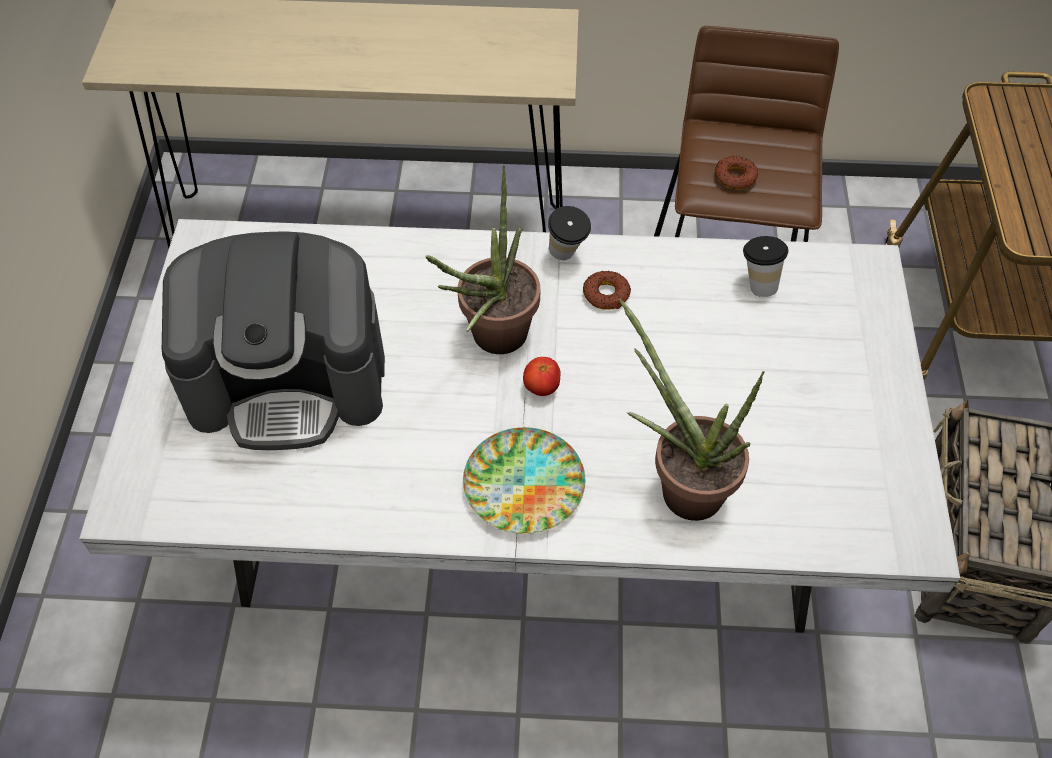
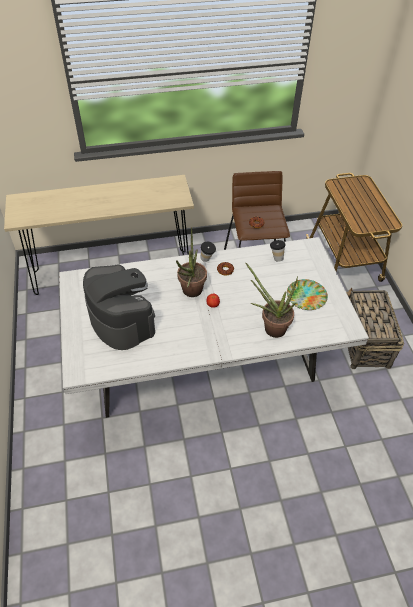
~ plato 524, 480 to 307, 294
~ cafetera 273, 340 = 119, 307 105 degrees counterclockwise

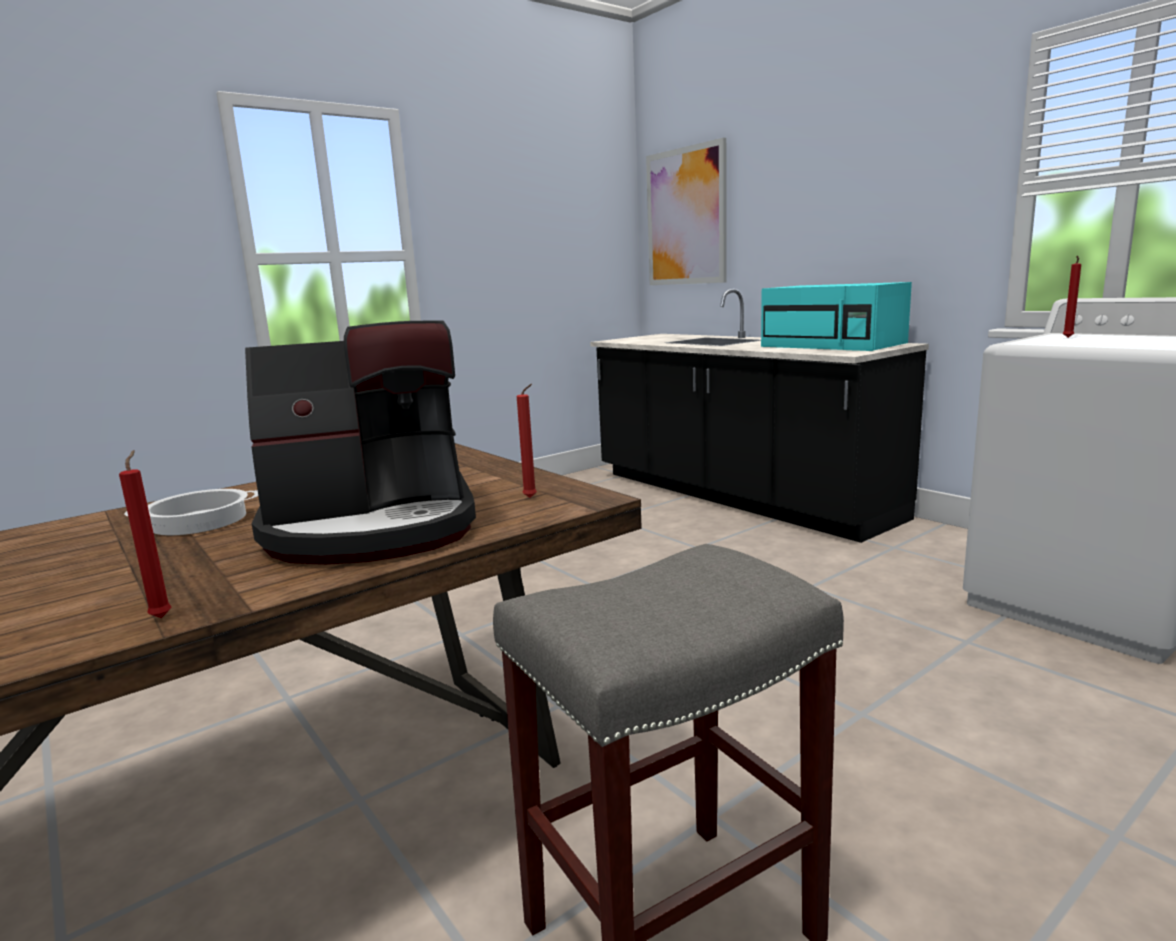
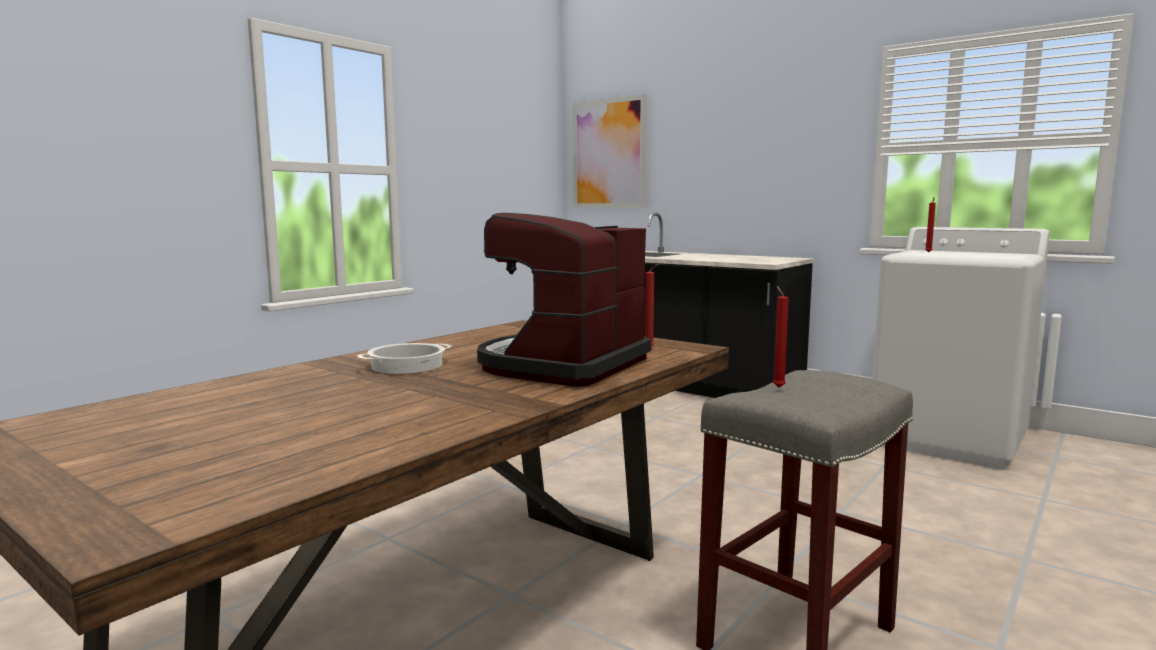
- microondas [turquesa] 836, 316
~ vela [rojo] 145, 534 to 781, 337
~ cafetera 360, 443 = 564, 300 150 degrees clockwise

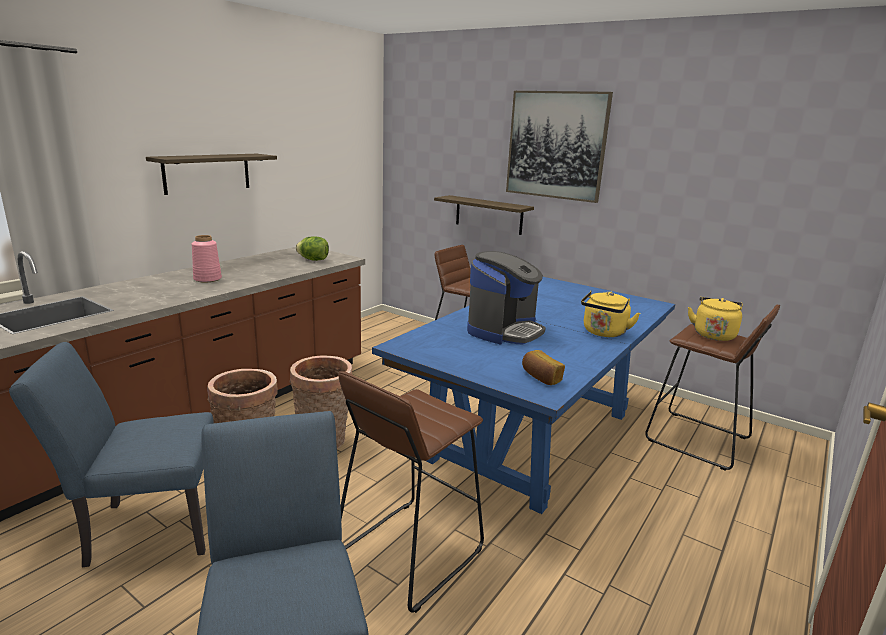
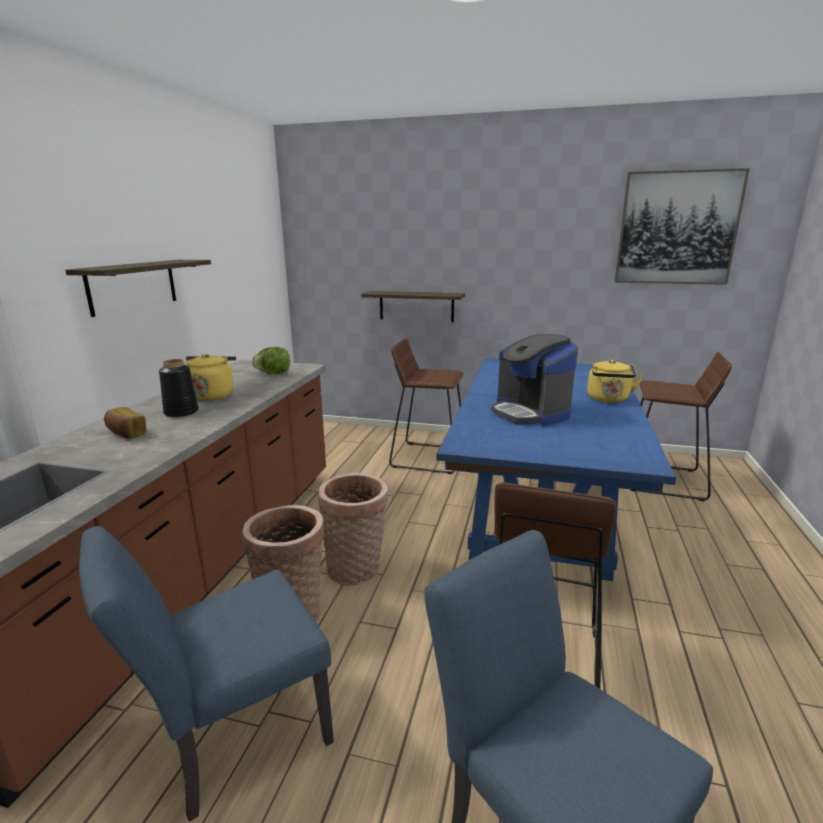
~ cuadro 559, 147 to 682, 226
~ pan 543, 367 to 125, 423
~ hervidor [amarillo] 715, 319 to 210, 377
~ florero [rosa] 207, 259 to florero [negro] 179, 388
~ cafetera 506, 297 = 534, 380 135 degrees clockwise

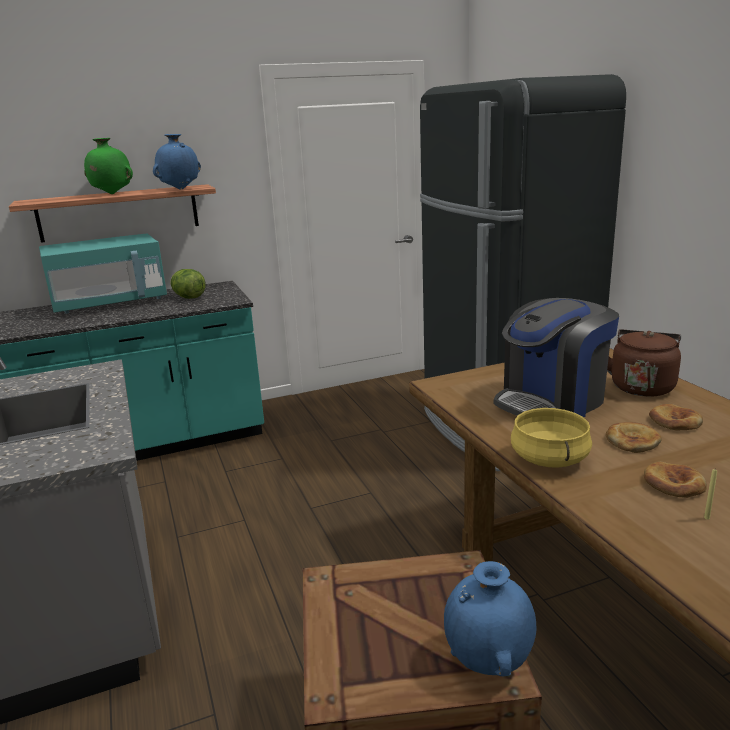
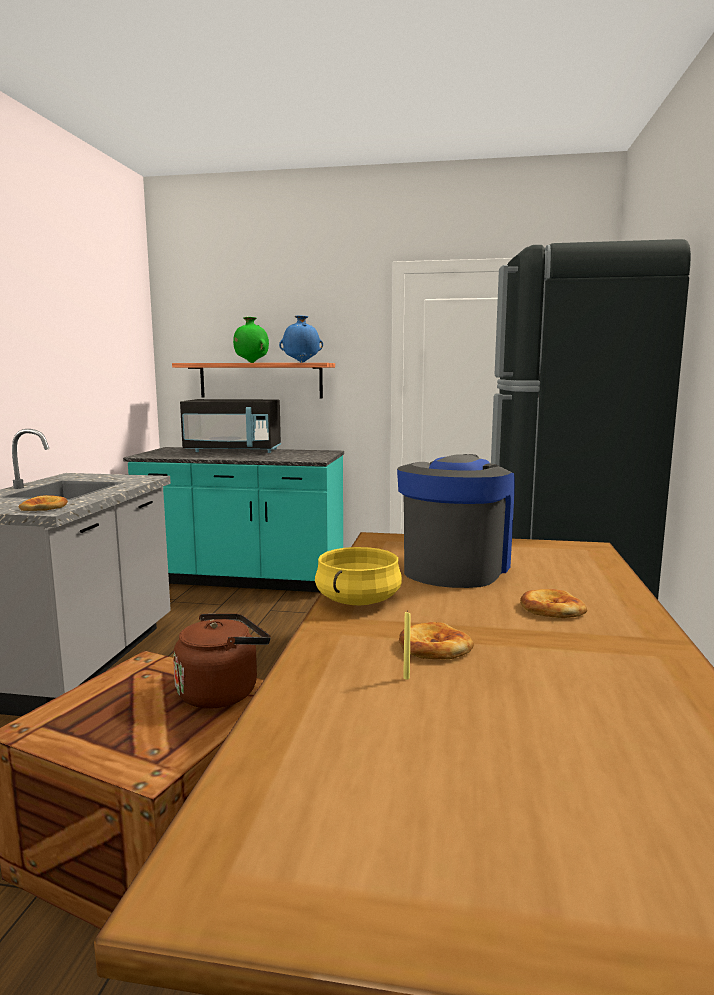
- lechuga 188, 284
- florero [azul] 490, 618
~ pan 634, 437 to 43, 503
~ hervidor [marrón] 644, 363 to 221, 660
~ microondas [turquesa] 103, 274 to microondas [negro] 230, 426
~ cafetera 556, 357 = 456, 521 120 degrees clockwise

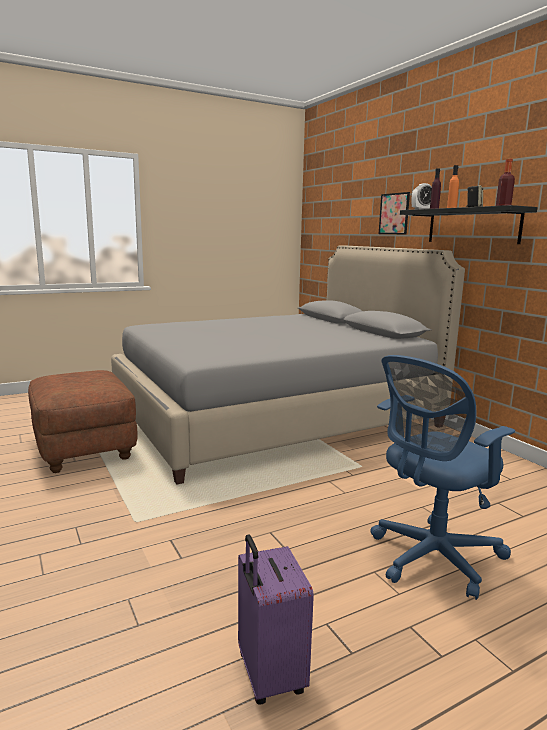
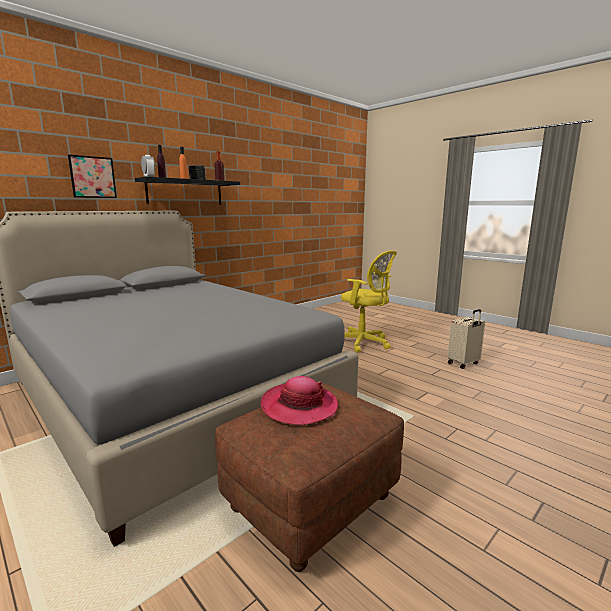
+ sombrero 299, 400
~ maleta [morado] 276, 619 to maleta [beis] 466, 339
~ silla de oficina [azul] 443, 477 to silla de oficina [amarillo] 369, 302

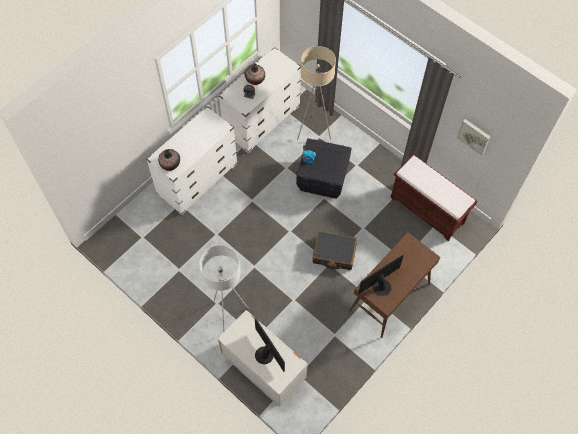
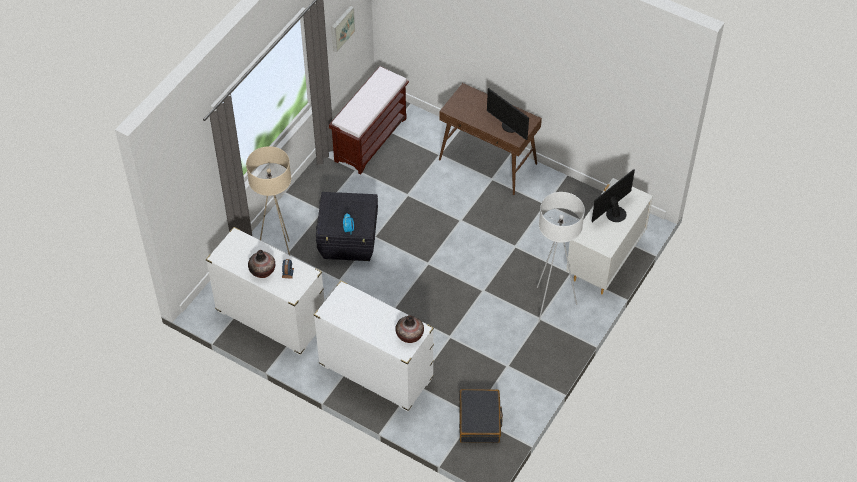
~ maleta [negro] 334, 250 to 481, 416

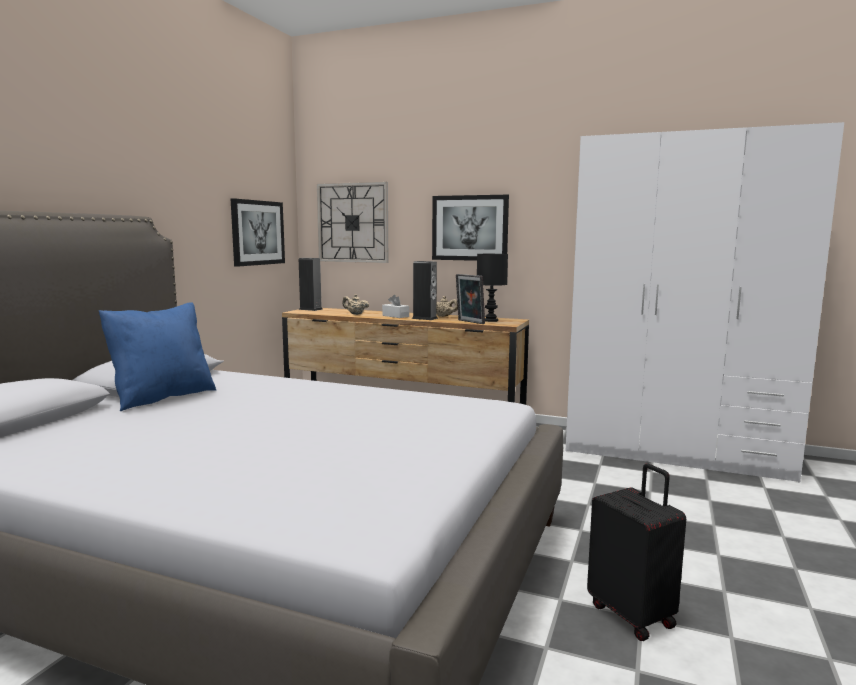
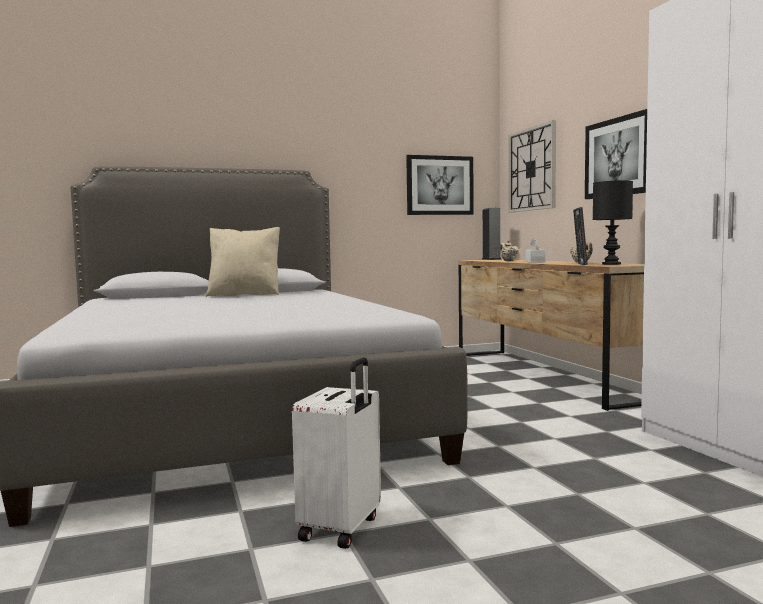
- altavoz 425, 290
~ cojín [azul] 157, 356 to cojín [beis] 242, 262
~ maleta [negro] 636, 552 to maleta [blanco] 336, 453

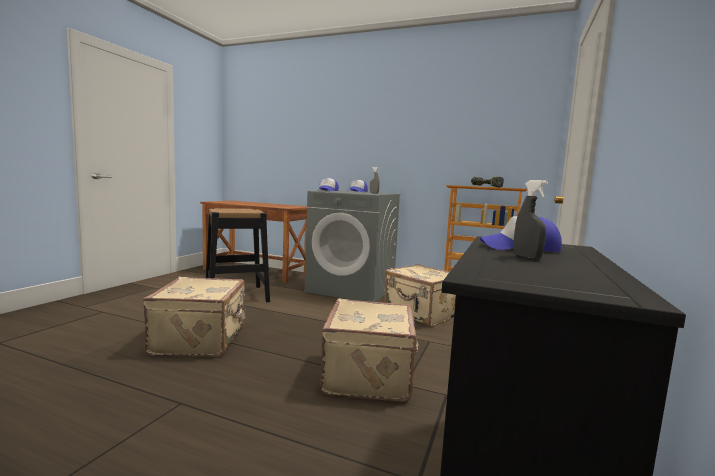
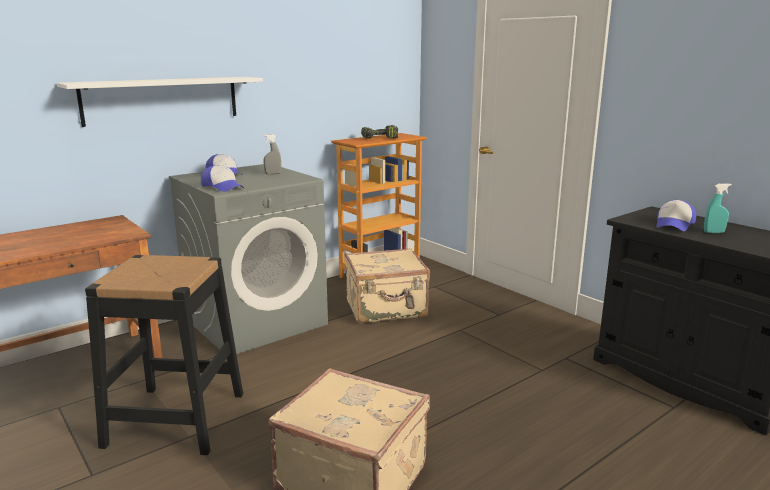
- maleta [beis] 369, 350
+ estante [blanco] 160, 102
~ pulverizador [gris] 530, 219 to pulverizador [turquesa] 718, 208

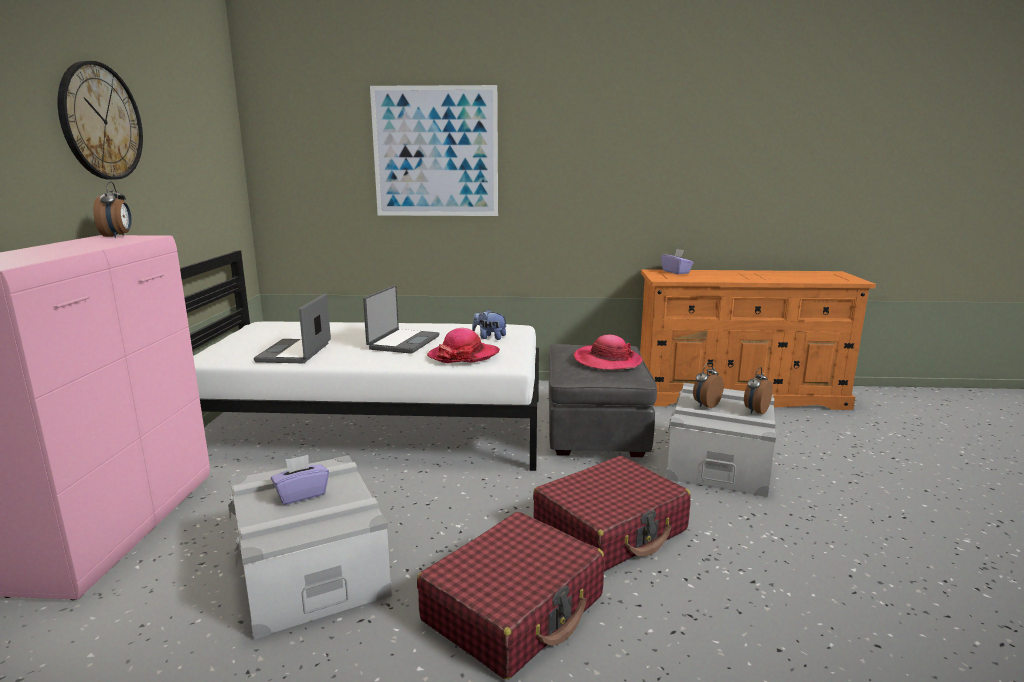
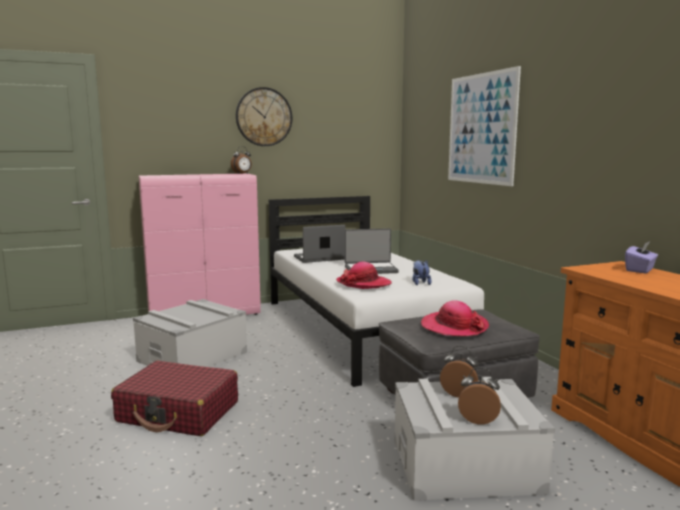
- caja de pañuelos [morado] 300, 480
- maleta [rojo] 612, 513

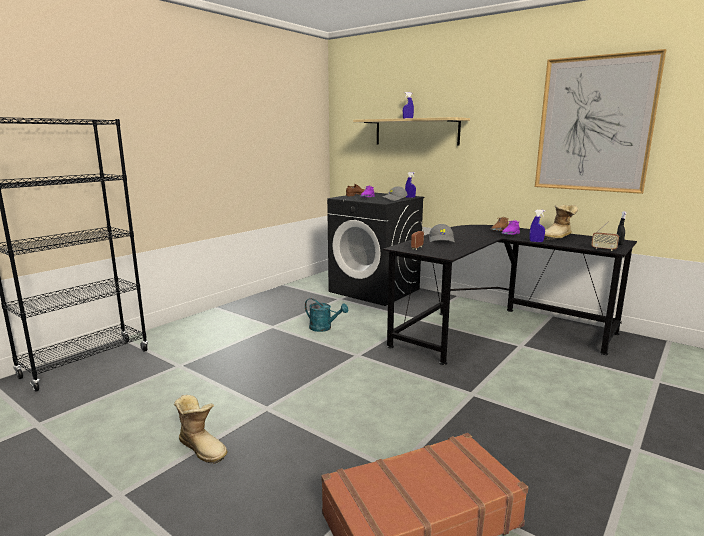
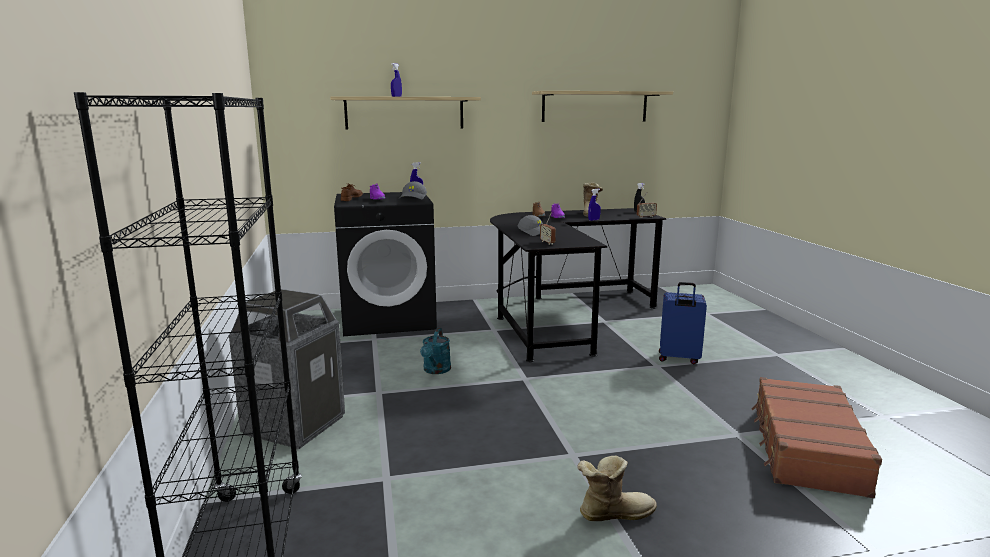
+ papelera 287, 369
+ maleta [azul] 683, 323
~ cuadro 601, 121 to estante 602, 106
~ regadera [turquesa] 326, 315 = 435, 351 120 degrees clockwise

